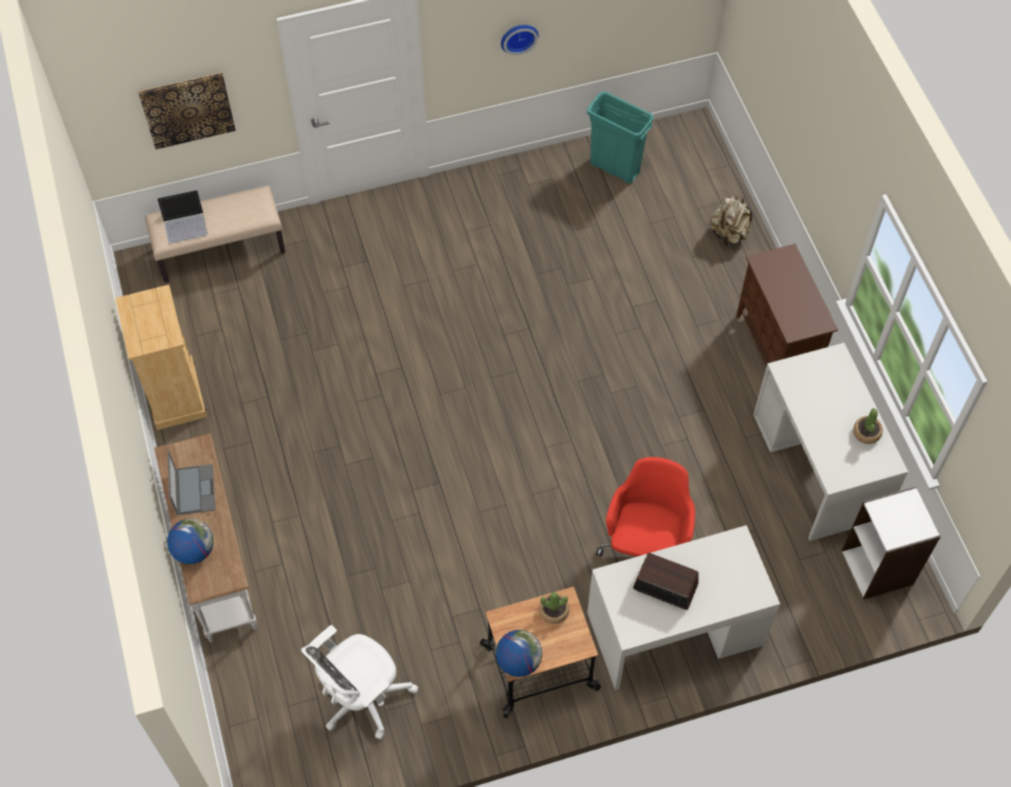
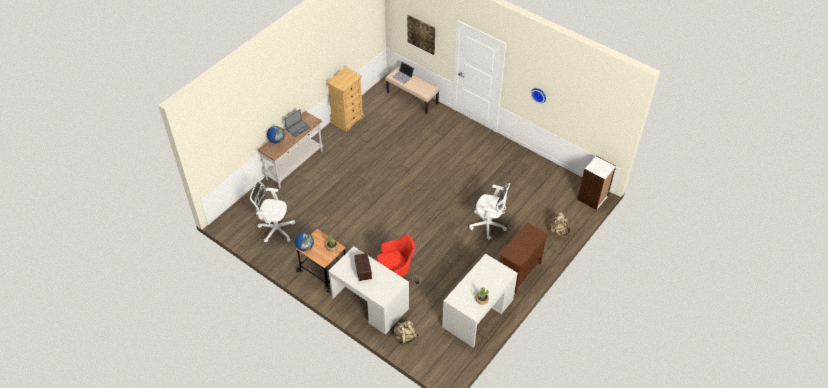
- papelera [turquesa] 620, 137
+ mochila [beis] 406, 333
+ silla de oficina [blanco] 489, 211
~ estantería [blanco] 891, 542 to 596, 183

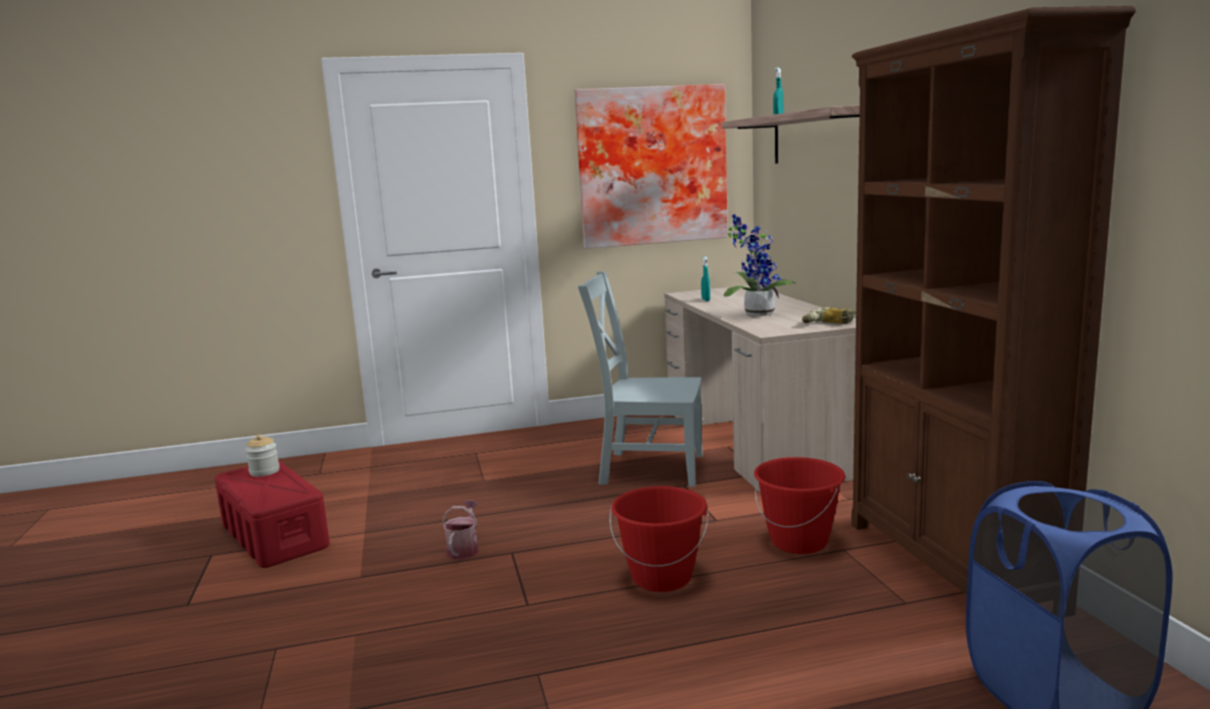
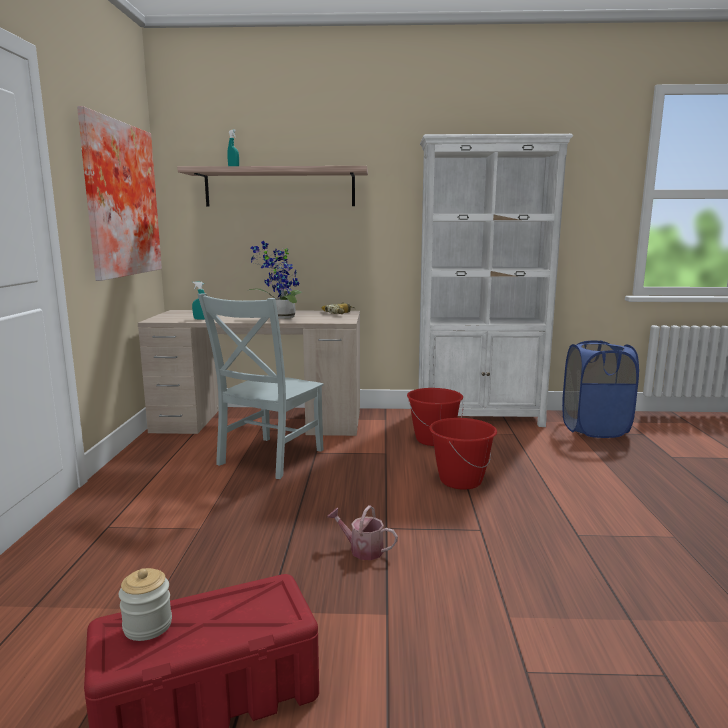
~ estantería [marrón] 993, 300 to estantería [blanco] 495, 280

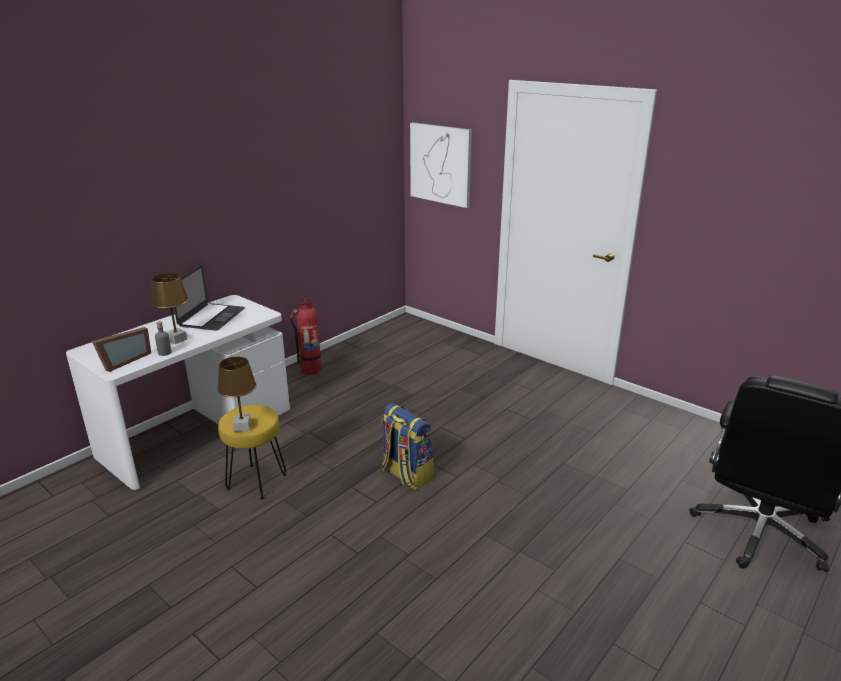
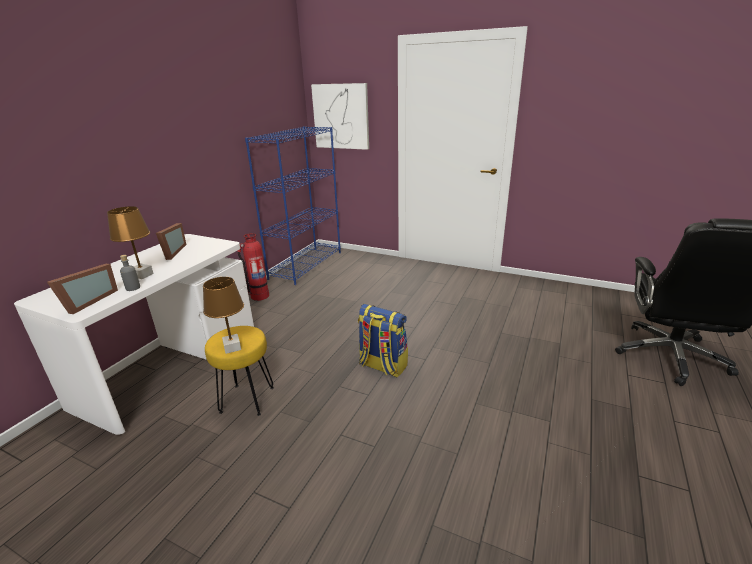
+ estantería [azul] 293, 205
~ portátil 209, 297 to portarretratos 171, 241

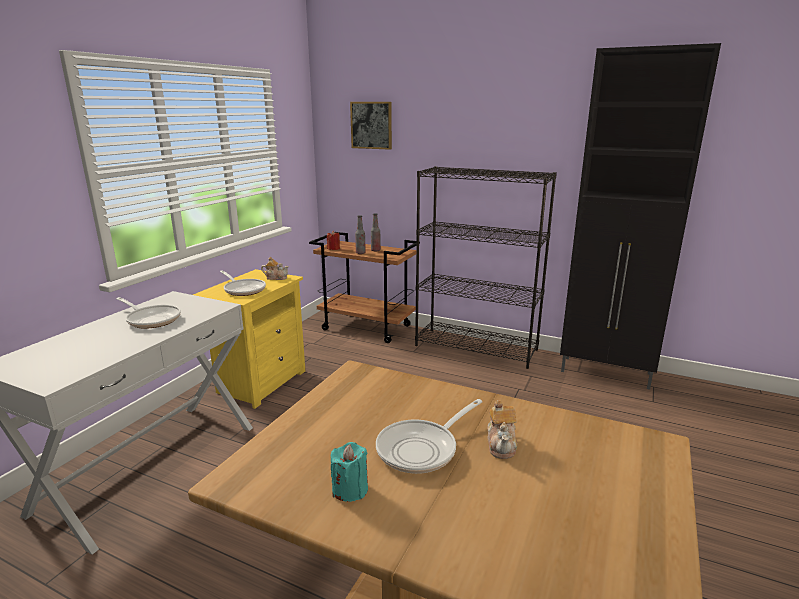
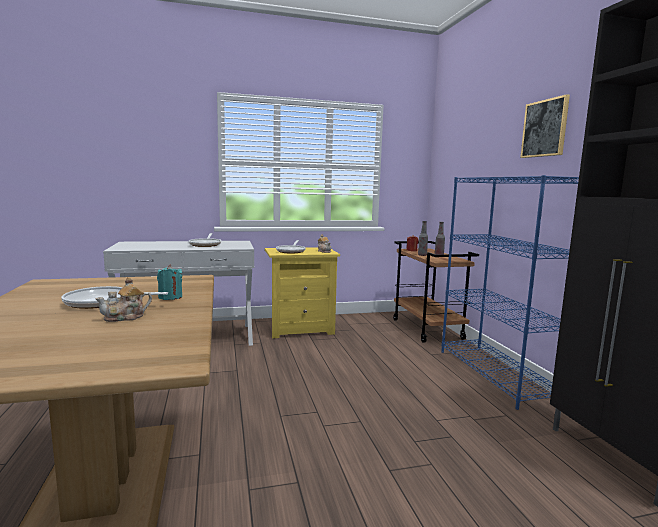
~ vela [turquesa] 349, 472 to 169, 282
~ cuadro 371, 126 to 545, 126
~ estantería [negro] 486, 267 to estantería [azul] 510, 292

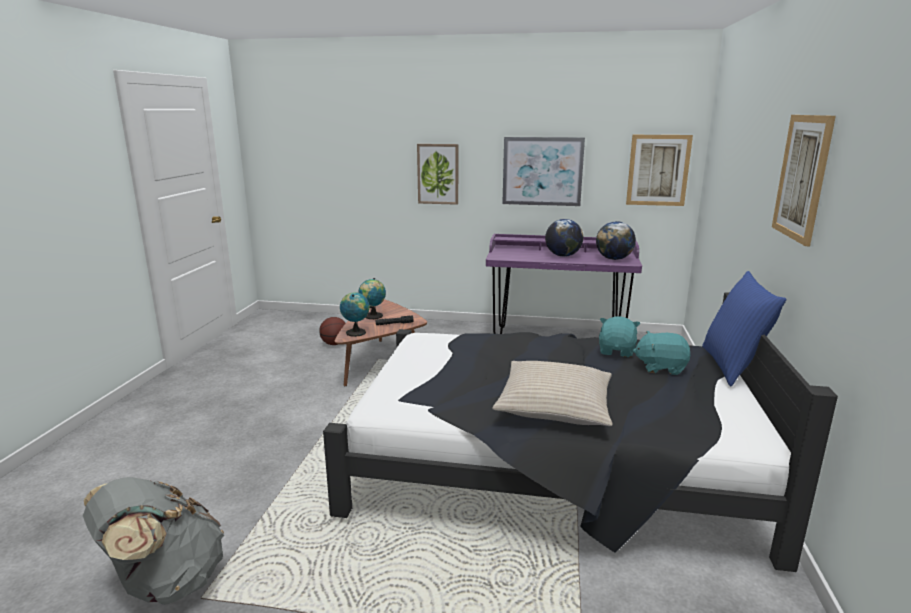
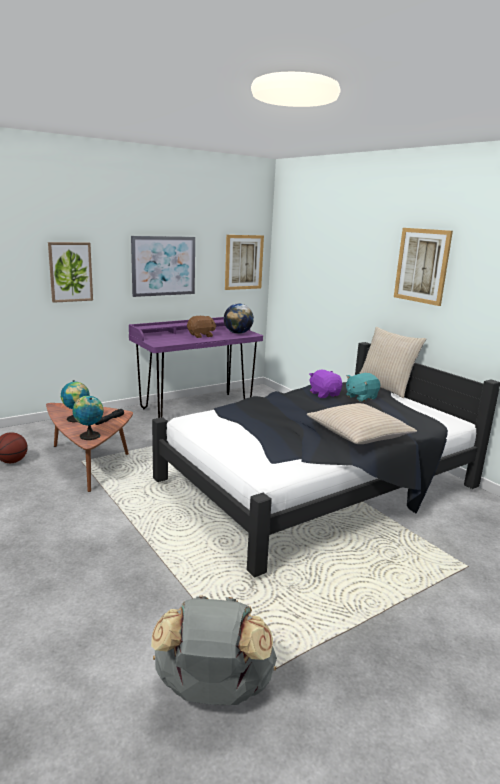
~ globo terráqueo 564, 238 to peluche [marrón] 201, 327
~ peluche [turquesa] 619, 336 to peluche [morado] 326, 384
~ cojín [azul] 744, 328 to cojín [beis] 392, 362

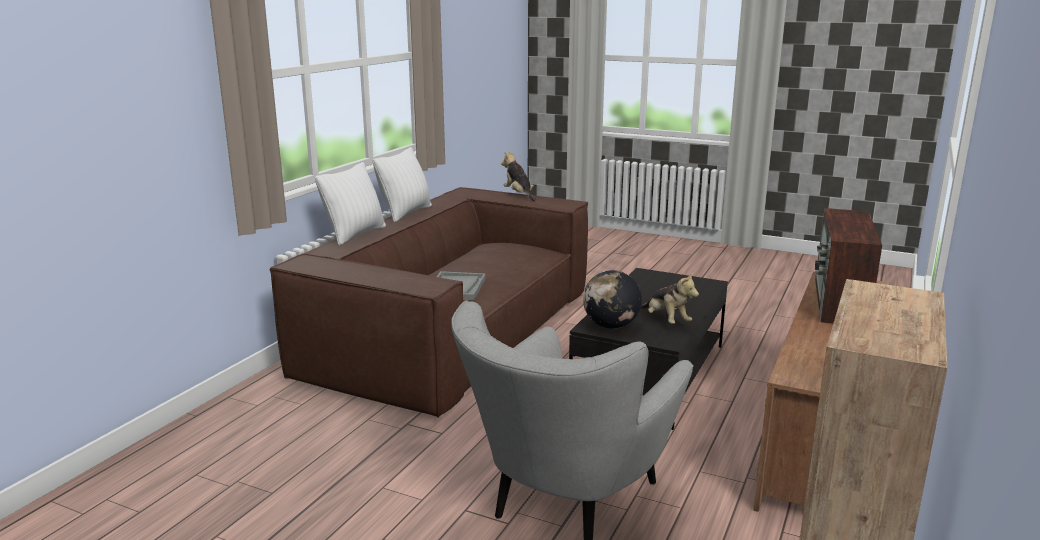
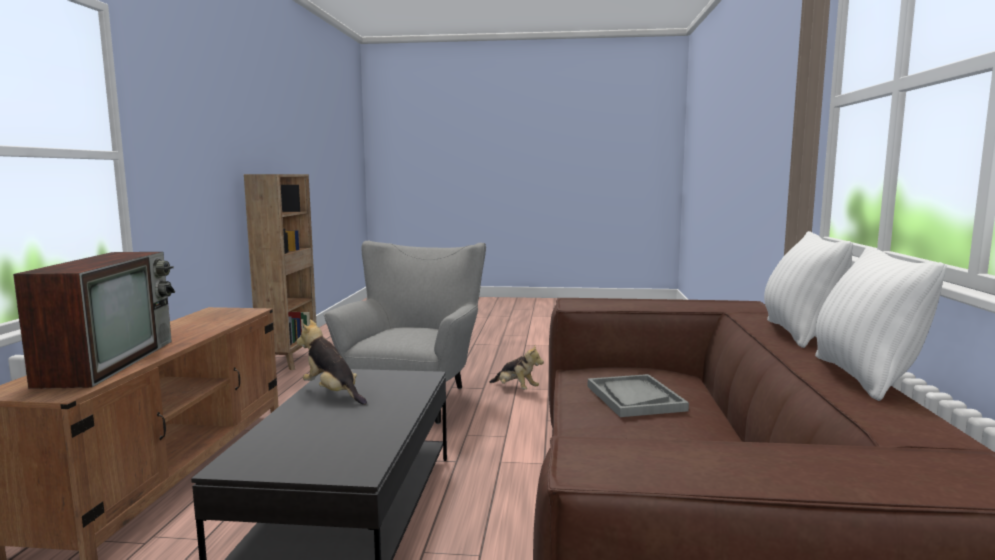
- globo terráqueo 612, 299
~ peluche 518, 176 to 516, 367

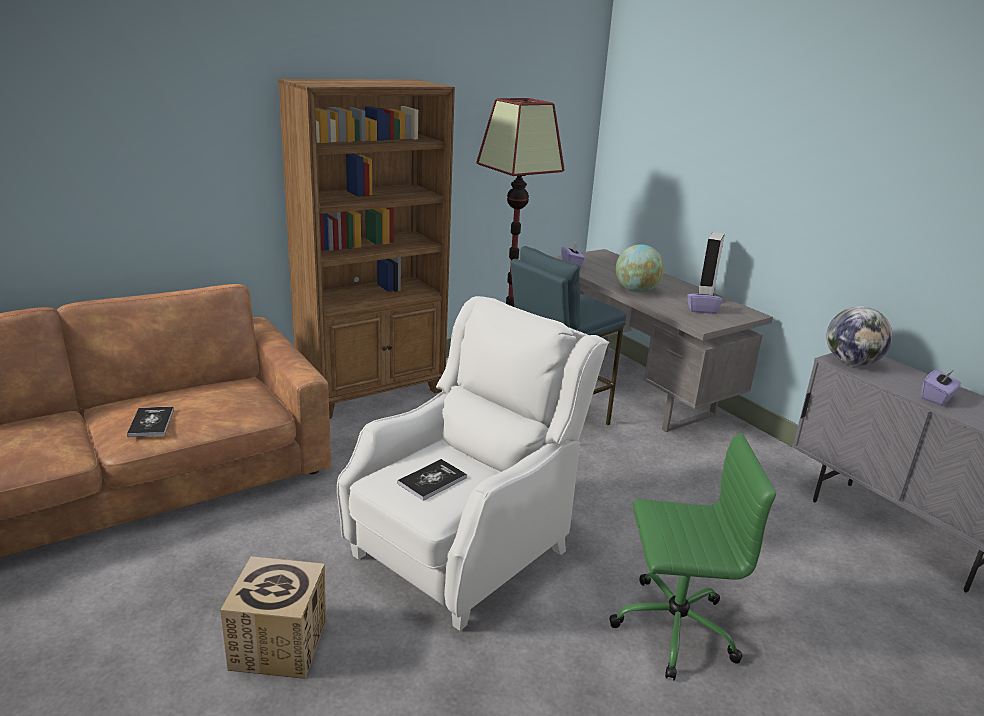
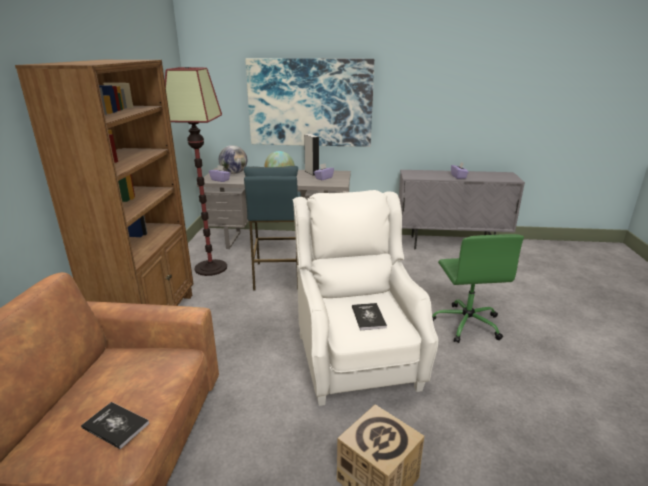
+ cuadro 309, 102
~ globo terráqueo 860, 336 to 233, 159
~ silla de oficina [verde] 692, 556 = 478, 288 135 degrees clockwise

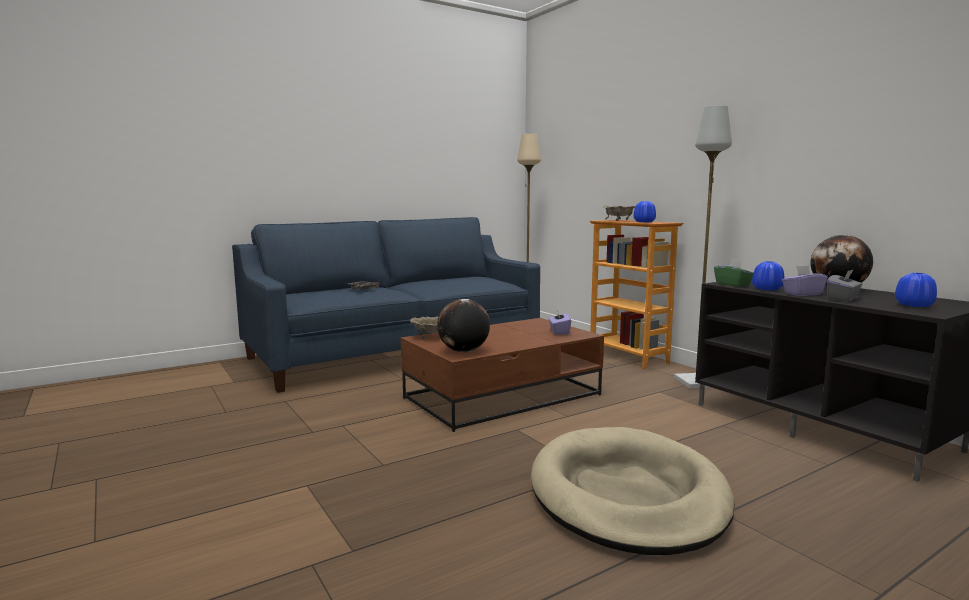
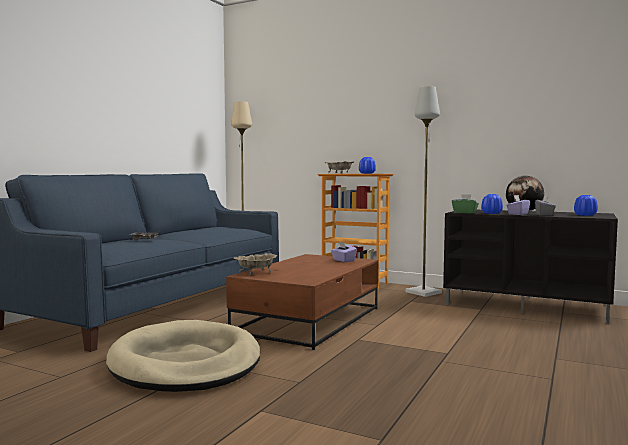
- globo terráqueo 463, 325
~ cama para perro [beis] 632, 491 to 183, 356

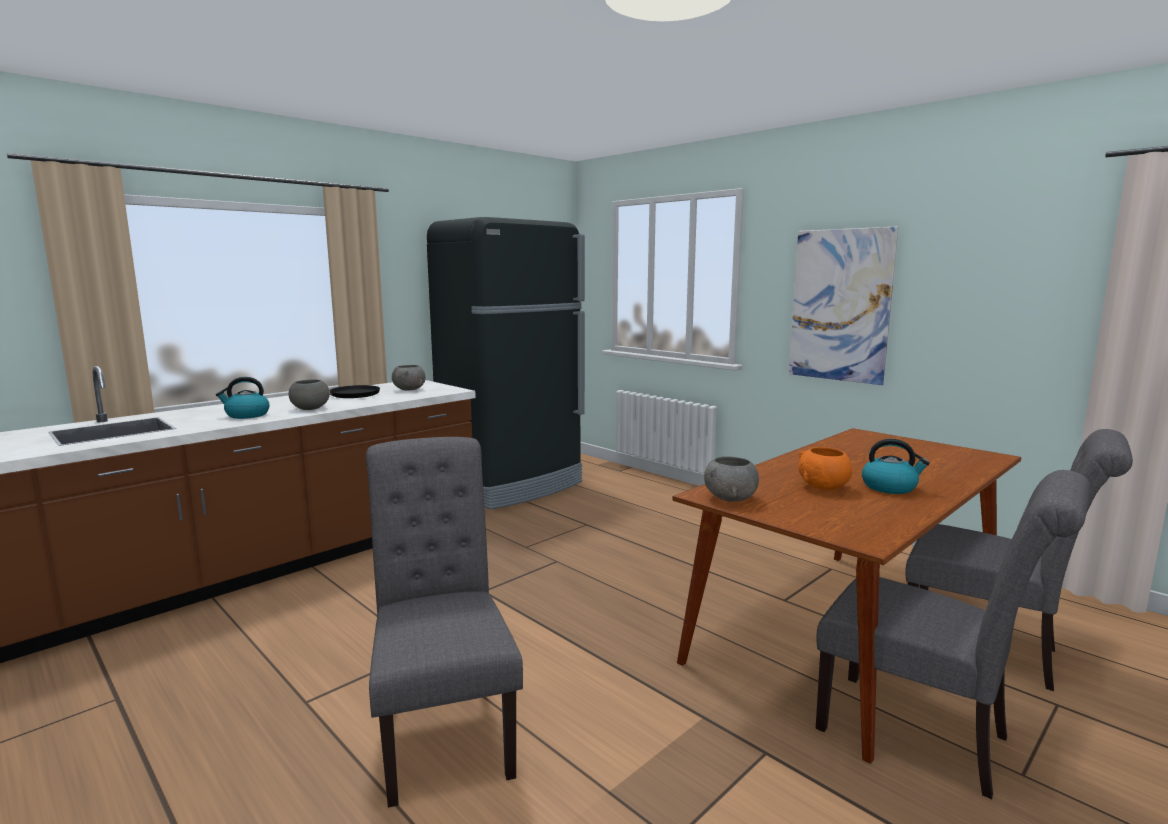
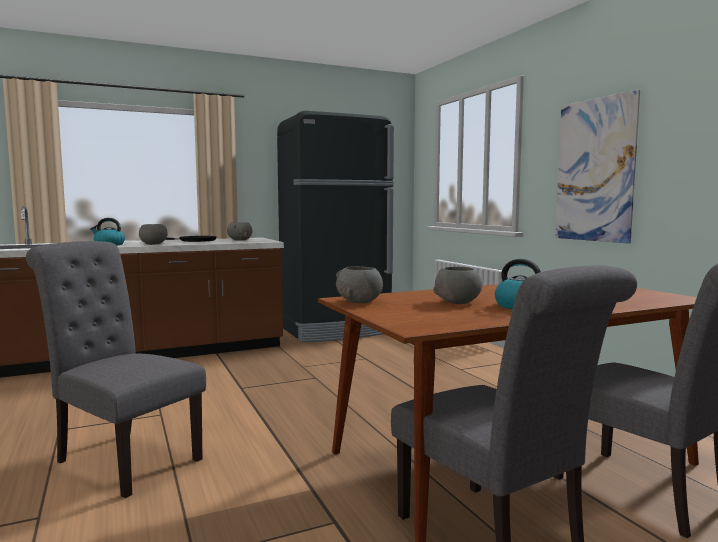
~ cuenco [naranja] 825, 468 to cuenco [gris] 457, 285
~ silla [gris] 444, 622 = 116, 369 60 degrees counterclockwise

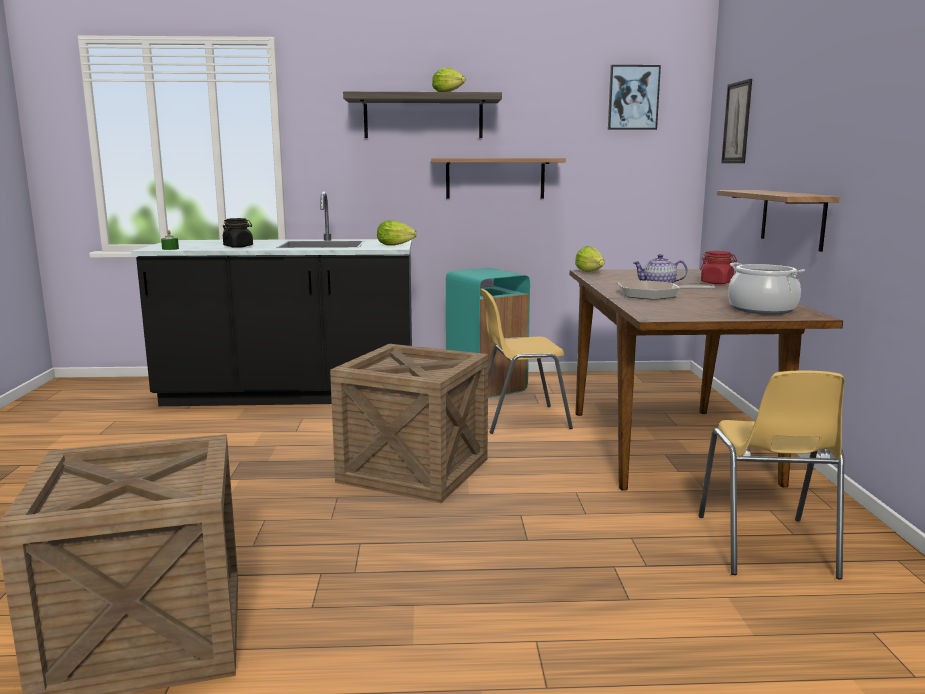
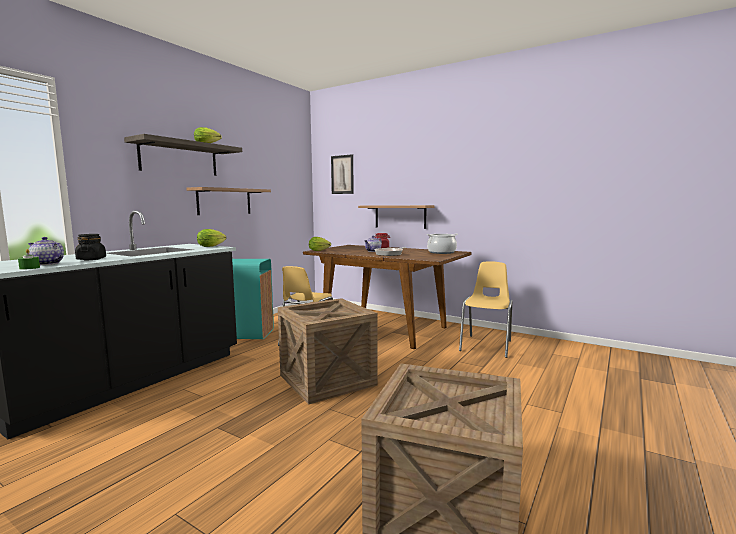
- cuadro 634, 97
+ tetera 46, 251
~ silla [amarillo] 771, 475 = 485, 309 105 degrees counterclockwise

